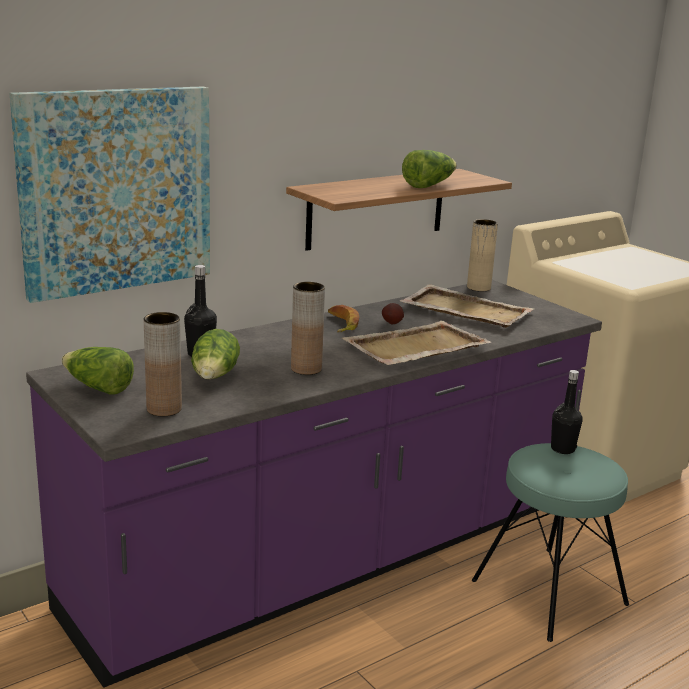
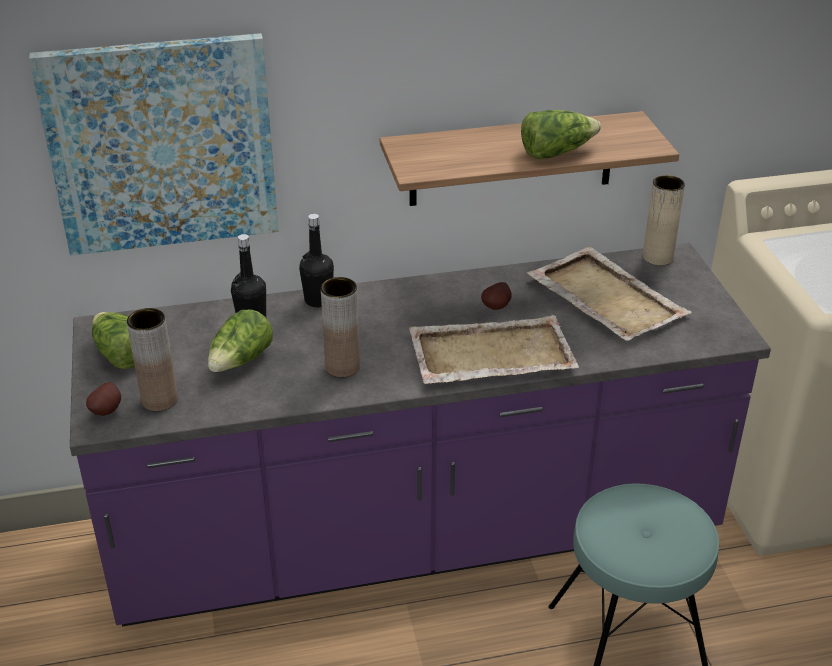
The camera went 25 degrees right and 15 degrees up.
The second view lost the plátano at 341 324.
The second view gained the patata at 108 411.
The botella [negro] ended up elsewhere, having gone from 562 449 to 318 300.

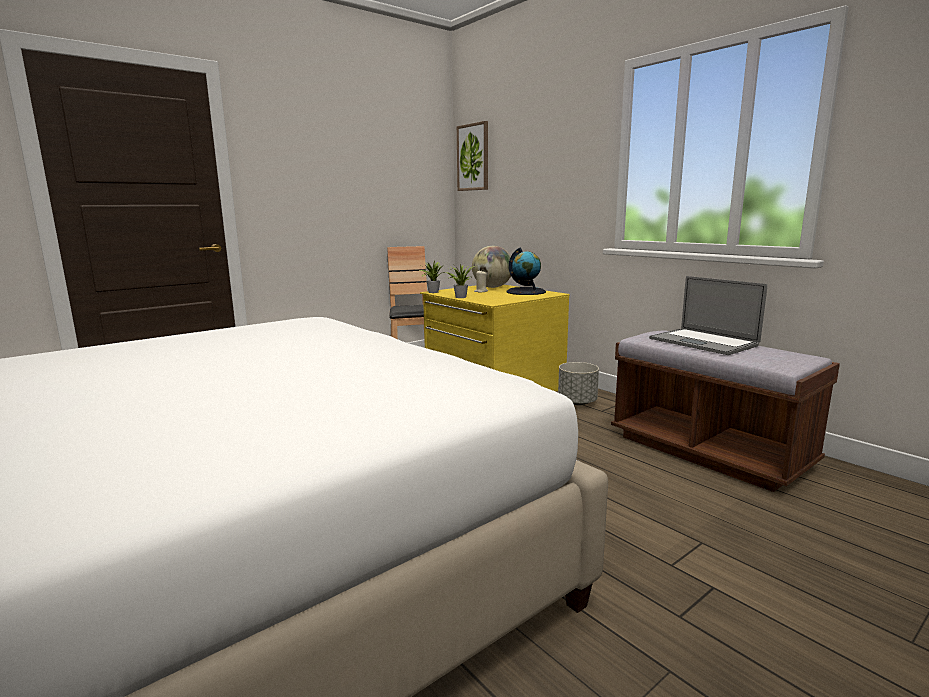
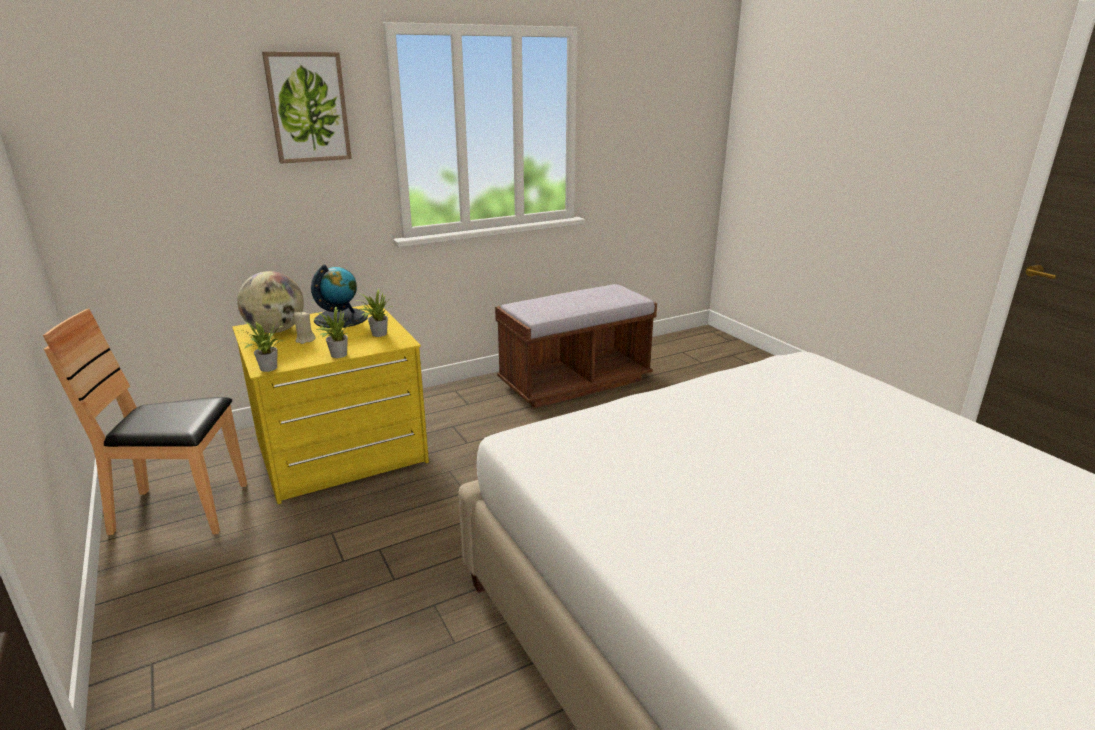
The camera went 80 degrees left and 10 degrees up.
The second view lost the maceta [gris] at 577 402.
The second view lost the portátil at 703 342.
The second view gained the planta en maceta at 377 334.
The cuadro ended up elsewhere, having gone from 473 157 to 308 107.

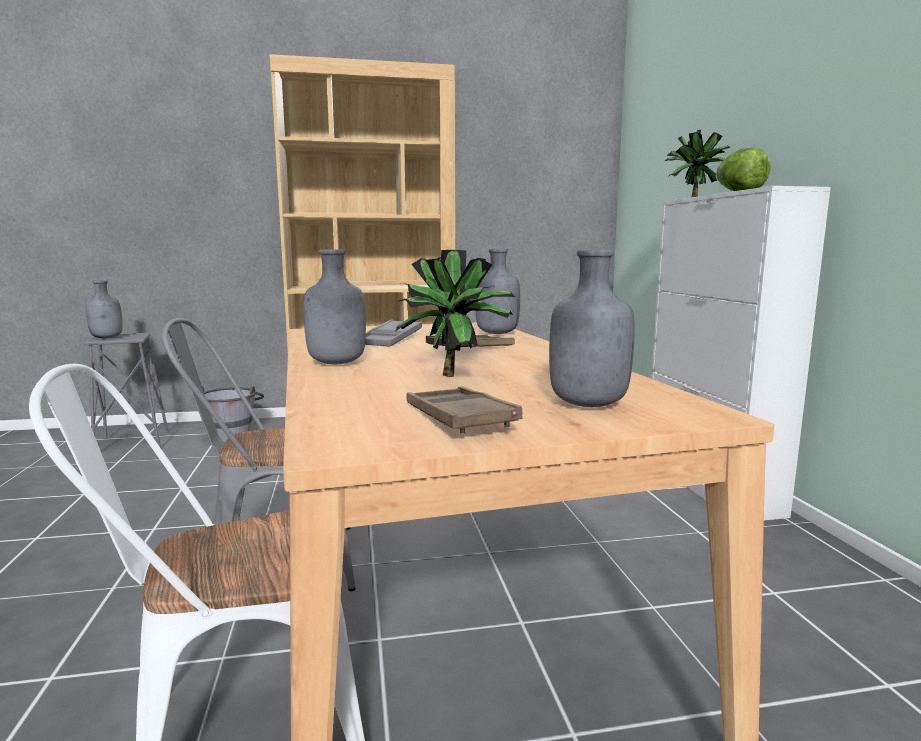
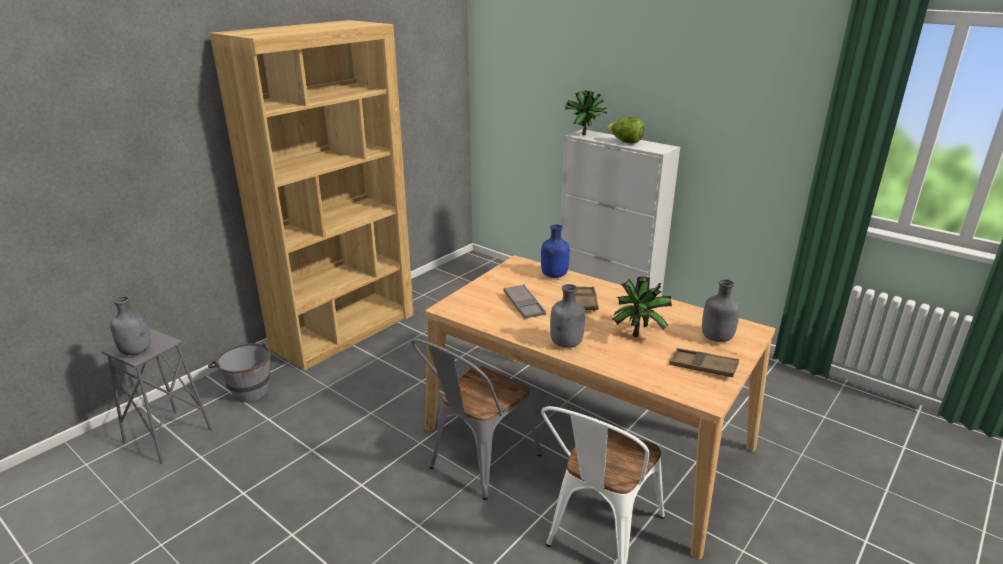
The camera went 40 degrees left and 15 degrees up.
What was the botella [gris] at 496 333 turned into the botella [azul] at 554 275.

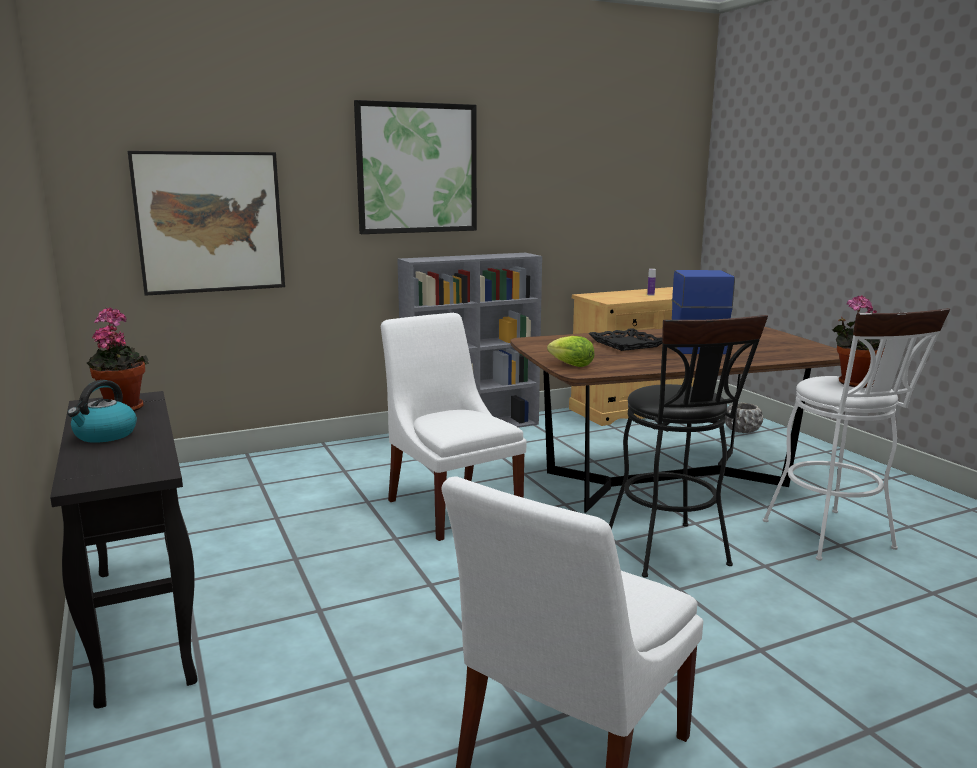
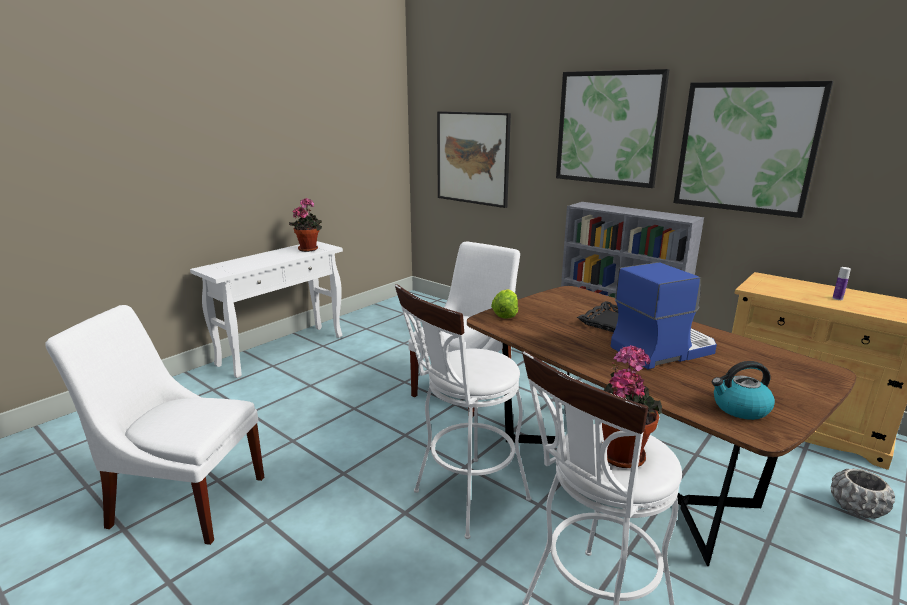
The camera went 65 degrees right and 5 degrees up.
The second view gained the cuadro at 746 148.
The hervidor ended up elsewhere, having gone from 105 435 to 740 408.
What was the mesa consola [negro] at 141 621 turned into the mesa consola [blanco] at 283 350.
What was the taburete [negro] at 672 554 turned into the taburete [blanco] at 464 499.

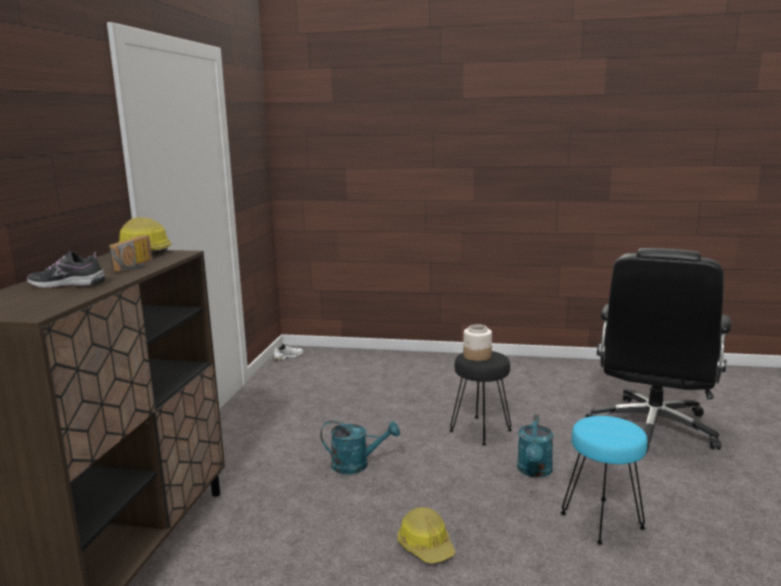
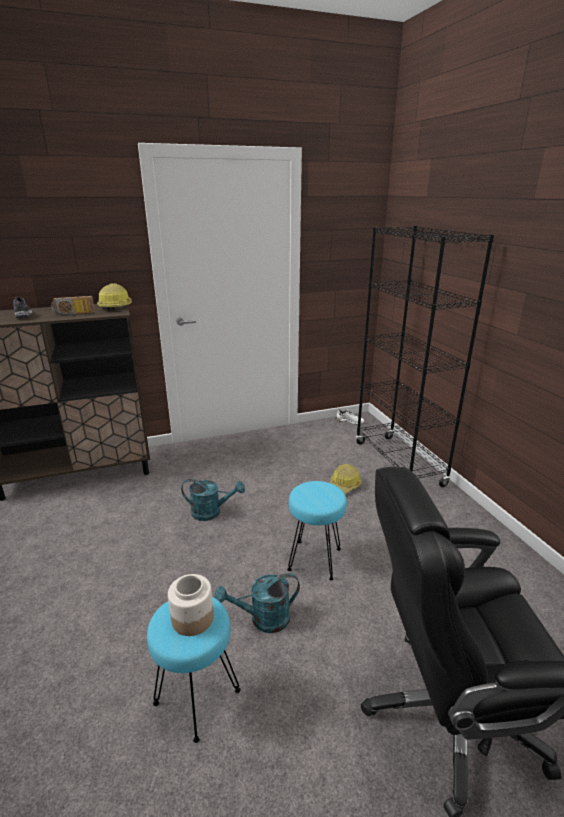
The camera went 60 degrees right and 10 degrees up.
The second view gained the estantería [negro] at 398 463.
The casco ended up elsewhere, having gone from 426 545 to 344 485.
The tarro ended up elsewhere, having gone from 477 356 to 192 618.
What was the taburete [negro] at 481 430 turned into the taburete [turquesa] at 315 560.
The regadera [turquesa] at 357 465 ended up facing another way, 60 degrees counterclockwise from before.

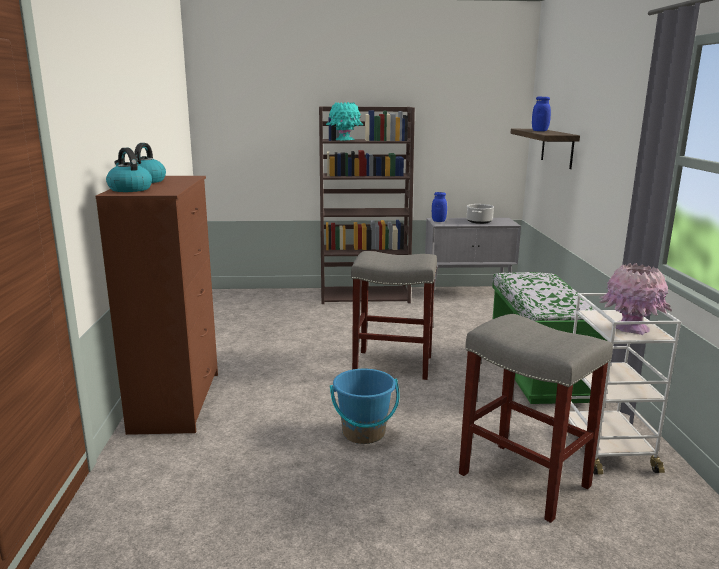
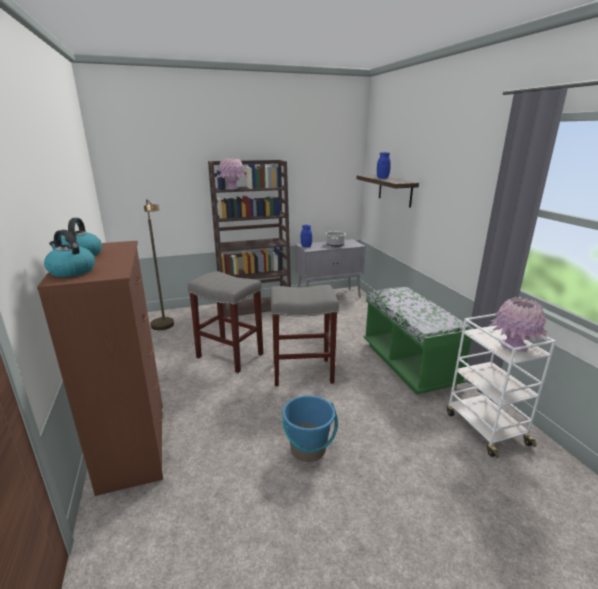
The camera went 15 degrees left and 5 degrees up.
The second view gained the lámpara de pie [marrón] at 164 327.
The taburete [gris] ended up elsewhere, having gone from 522 479 to 229 355.
What was the florero [turquesa] at 344 140 turned into the florero [rosa] at 232 188.

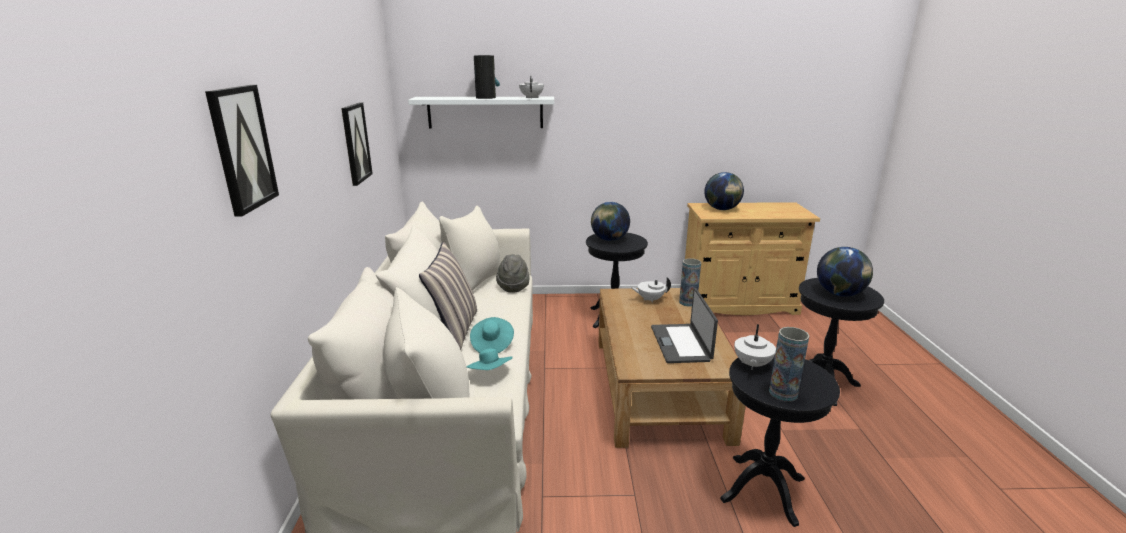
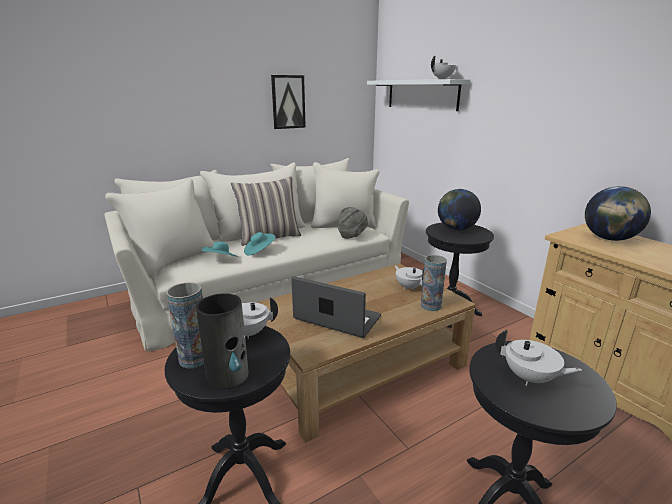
The camera went 60 degrees right and 0 degrees up.
The second view lost the cuadro at 242 148.
The florero ended up elsewhere, having gone from 486 97 to 228 375.
Where the globo terráqueo stood at 840 294, the tetera [blanco] came to stand at 530 378.
The portátil at 681 343 ended up facing another way, 60 degrees clockwise from before.

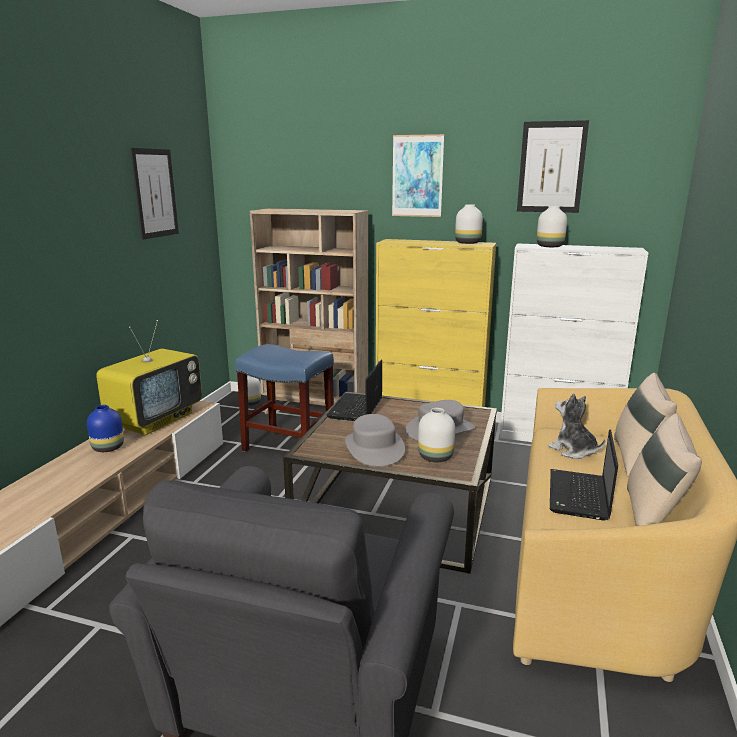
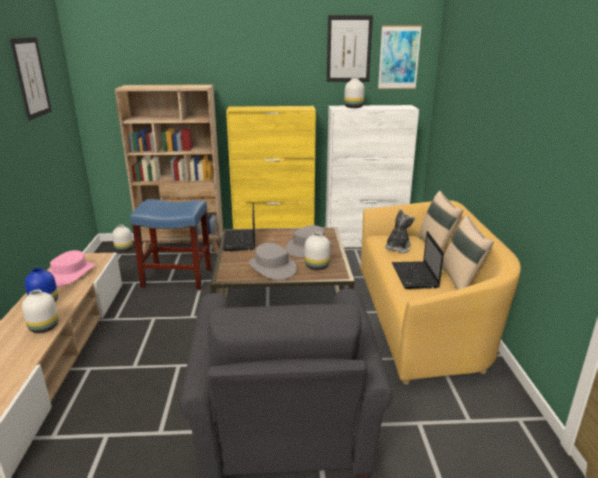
The camera went 20 degrees left and 5 degrees up.
The cuadro ended up elsewhere, having gone from 417 176 to 399 57.
The florero [blanco] ended up elsewhere, having gone from 468 243 to 45 327.
Where the televisor stood at 156 419, the sombrero [rosa] came to stand at 70 274.
The peluche at 573 450 ended up facing another way, 90 degrees clockwise from before.

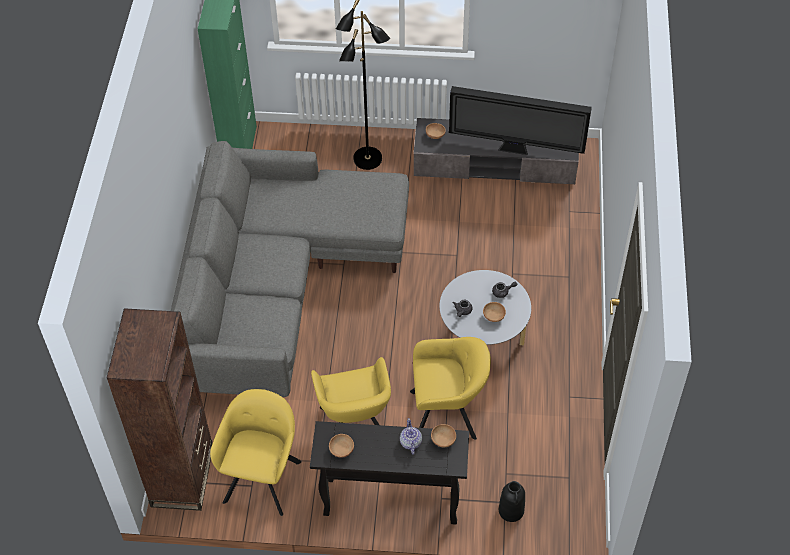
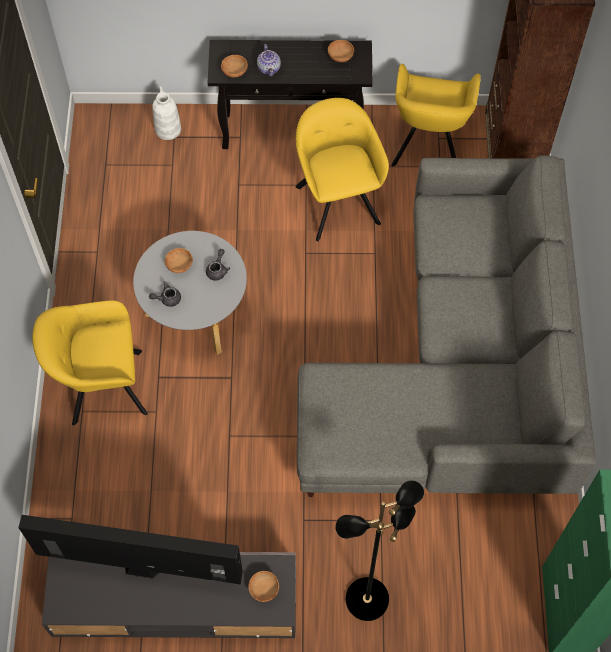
The camera went 175 degrees right and 10 degrees up.
The sillón [amarillo] ended up elsewhere, having gone from 447 414 to 101 386.
What was the florero [negro] at 511 511 turned into the florero [blanco] at 167 129.

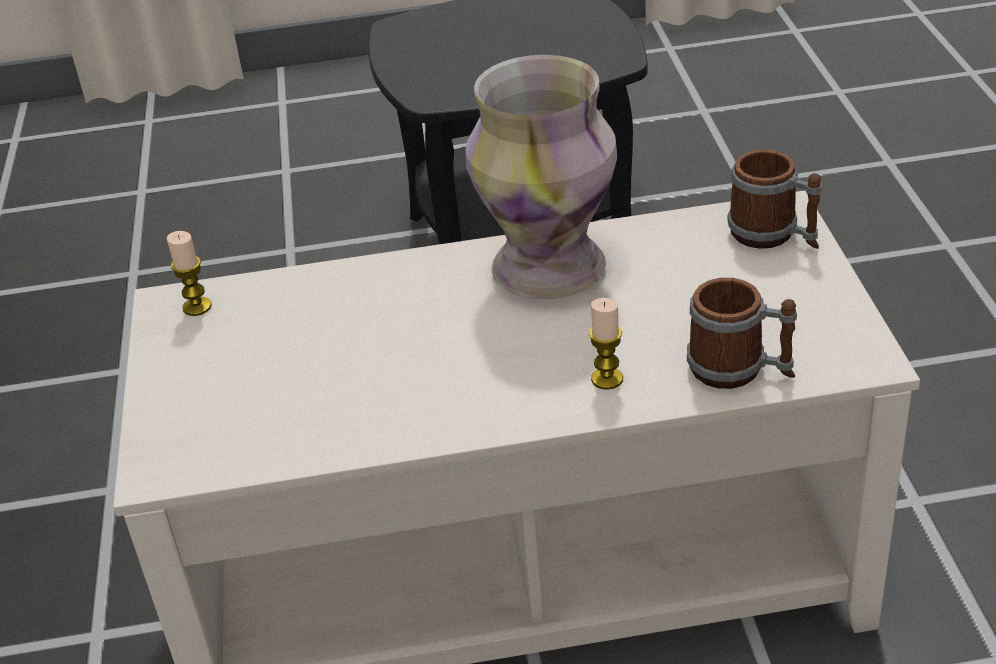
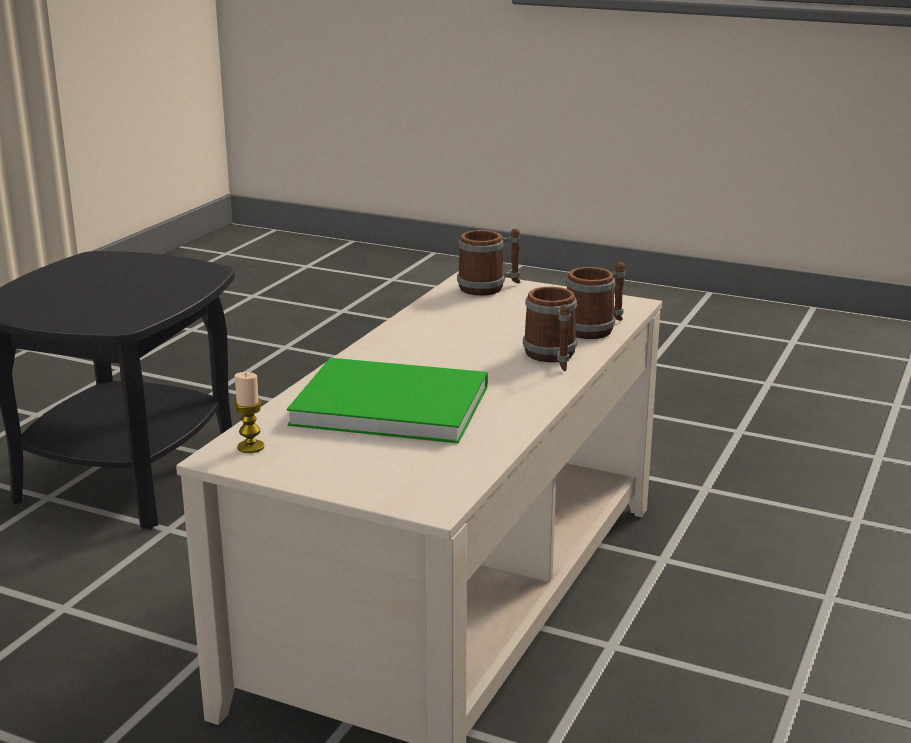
The camera went 60 degrees left and 15 degrees down.
The second view lost the florero at 548 267.
The second view gained the libro [verde] at 387 403.
Where the vela stood at 607 379, the taza grande came to stand at 553 357.

